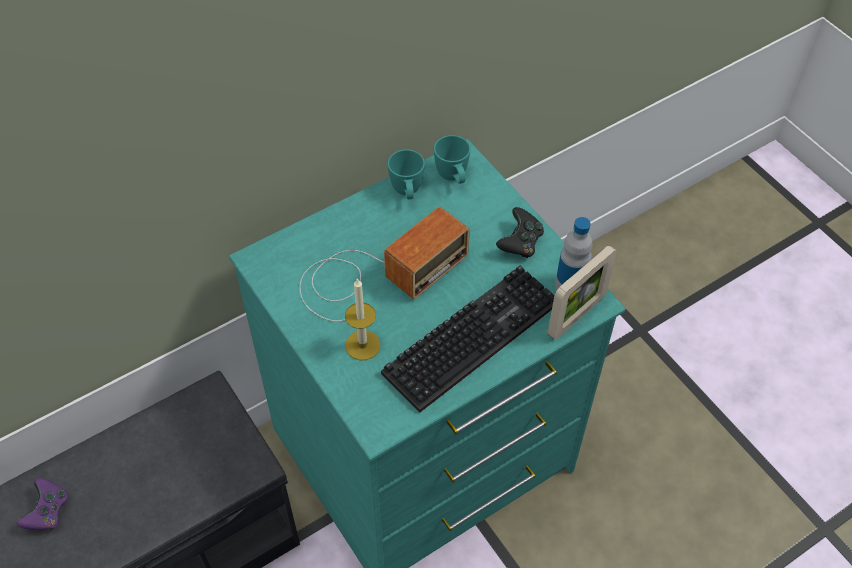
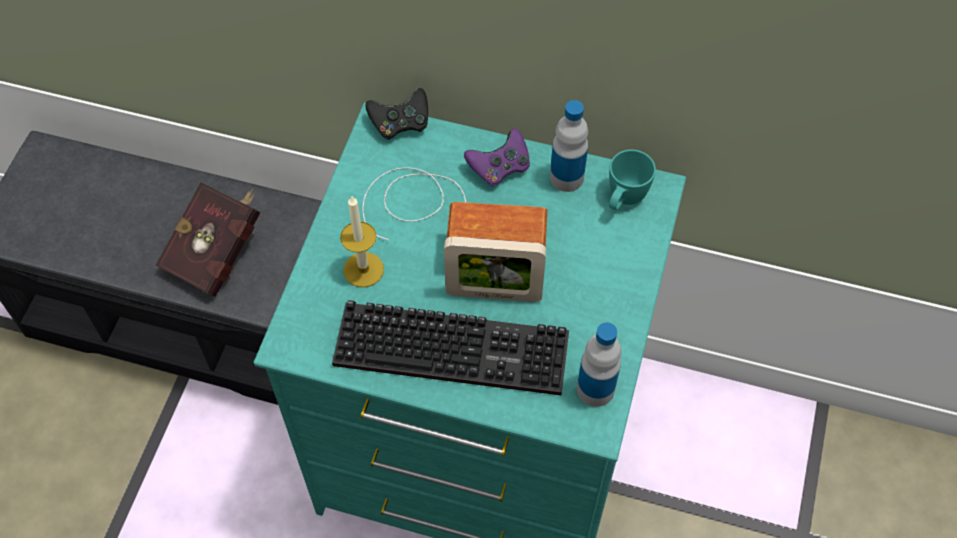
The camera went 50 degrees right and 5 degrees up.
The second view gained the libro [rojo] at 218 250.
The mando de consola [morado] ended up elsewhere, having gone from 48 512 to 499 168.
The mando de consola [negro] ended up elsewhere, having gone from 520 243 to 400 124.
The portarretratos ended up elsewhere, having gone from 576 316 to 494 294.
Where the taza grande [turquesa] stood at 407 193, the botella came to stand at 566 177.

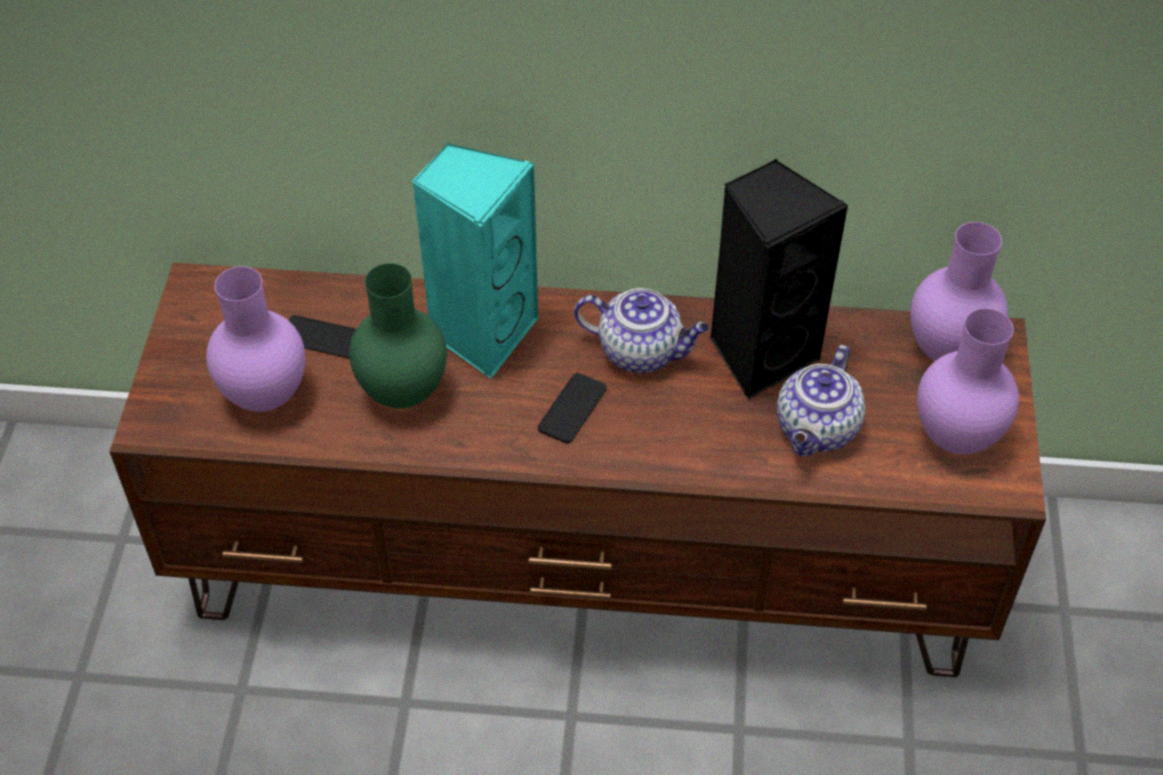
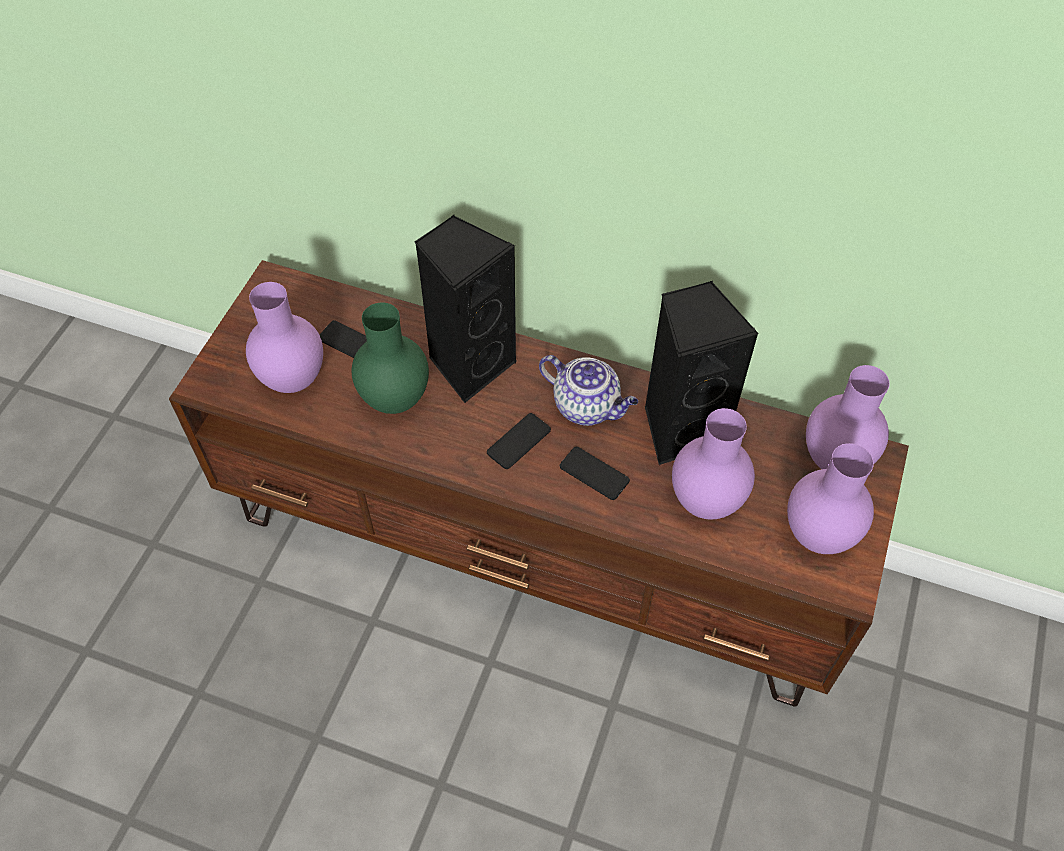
The camera went 15 degrees right and 5 degrees up.
The second view gained the móvil at 594 473.
Where the tetera stood at 817 431, the florero [morado] came to stand at 706 503.
What was the altavoz [turquesa] at 481 332 turned into the altavoz [negro] at 470 364.

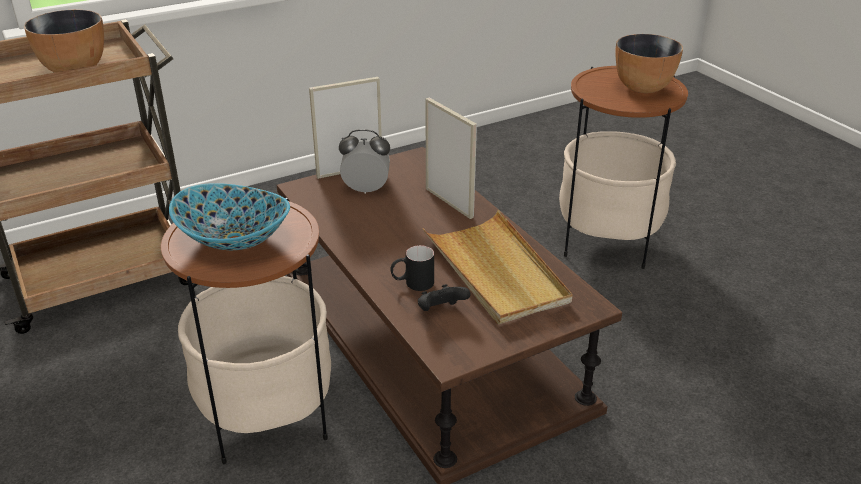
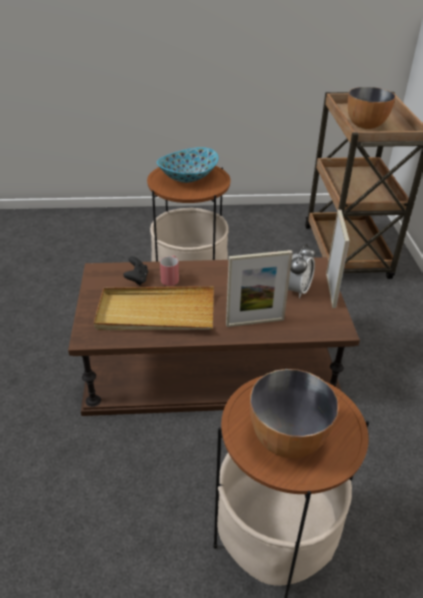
The camera went 115 degrees right and 5 degrees up.
What was the taza grande [negro] at 412 283 turned into the taza grande [rojo] at 171 277.

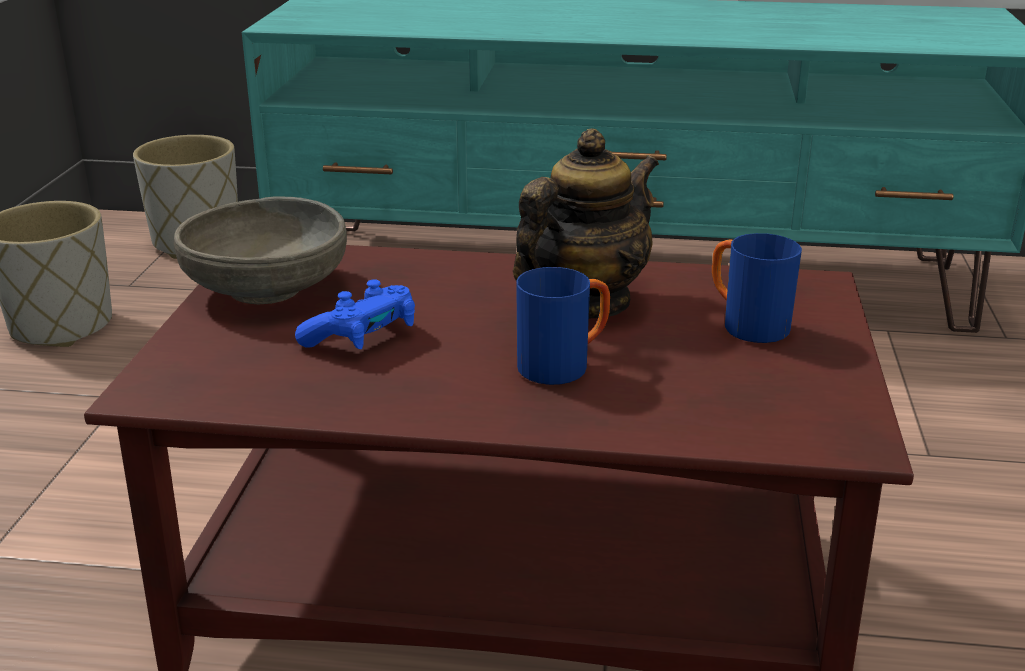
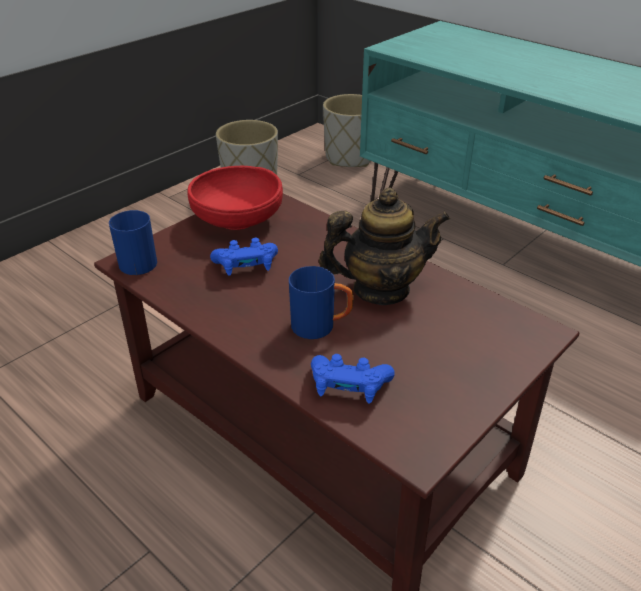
The camera went 35 degrees right and 10 degrees up.
The second view gained the mando de consola [azul] at 349 387.
The taza grande [azul] ended up elsewhere, having gone from 745 324 to 139 260.
What was the cuenco [gris] at 267 289 turned into the cuenco [rojo] at 238 220.

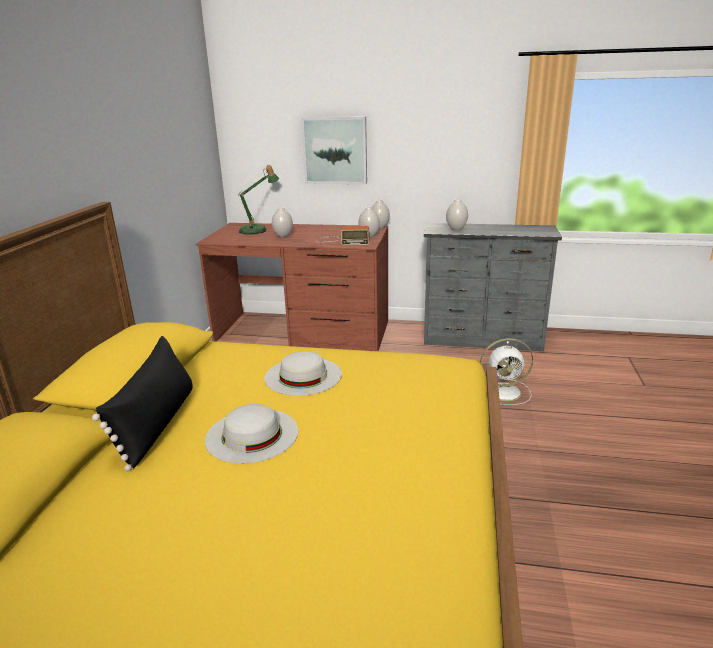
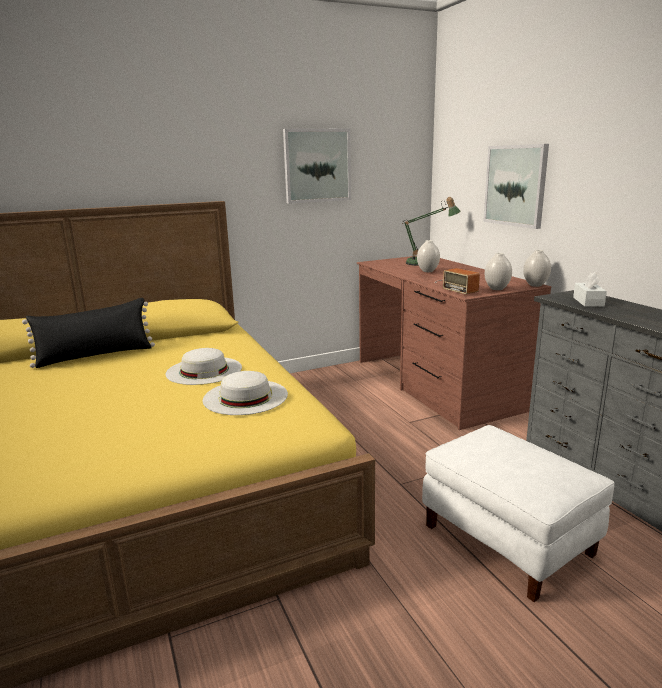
The camera went 55 degrees right and 5 degrees down.
The second view gained the cuadro at 317 165.
The sombrero [blanco] ended up elsewhere, having gone from 252 434 to 245 396.
Where the florero [blanco] stood at 456 229, the caja de pañuelos [blanco] came to stand at 588 302.
Where the ventilador [blanco] stood at 505 392, the puf [blanco] came to stand at 508 539.

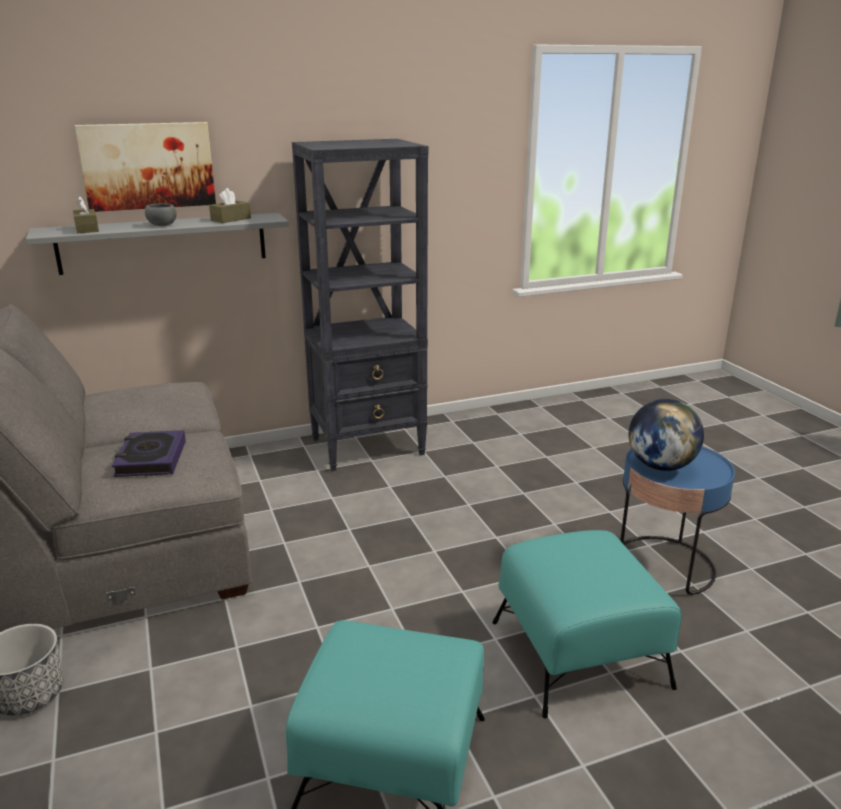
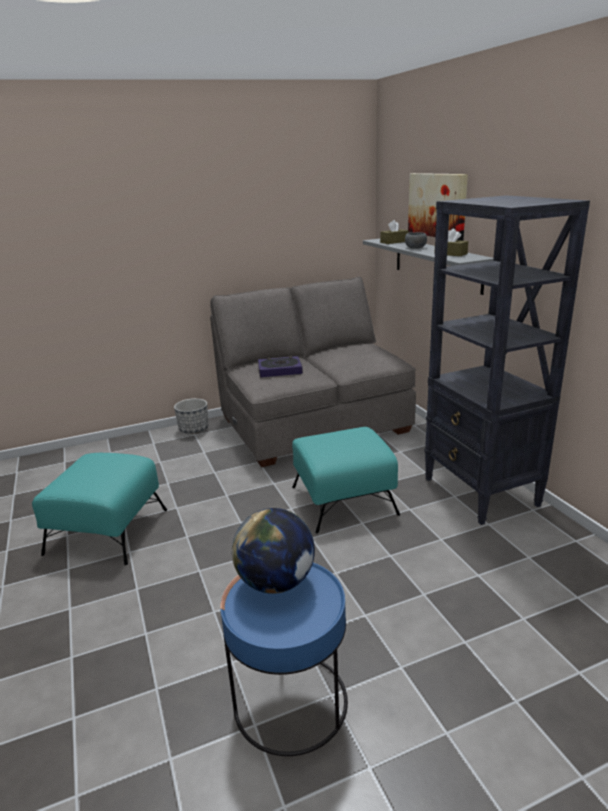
The camera went 90 degrees right and 0 degrees up.
The puf [turquesa] ended up elsewhere, having gone from 579 654 to 342 500.

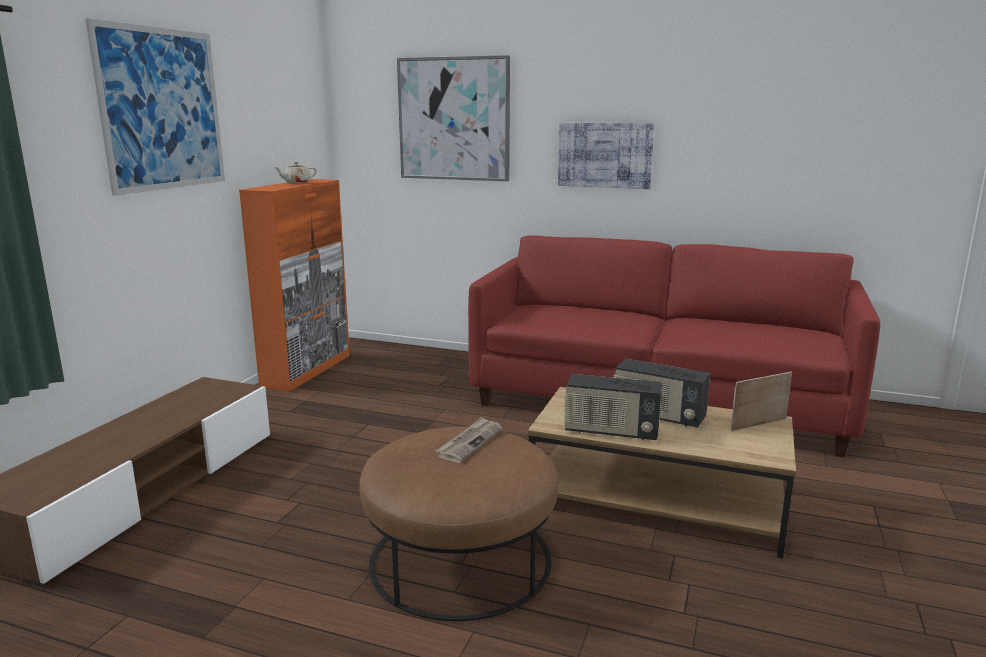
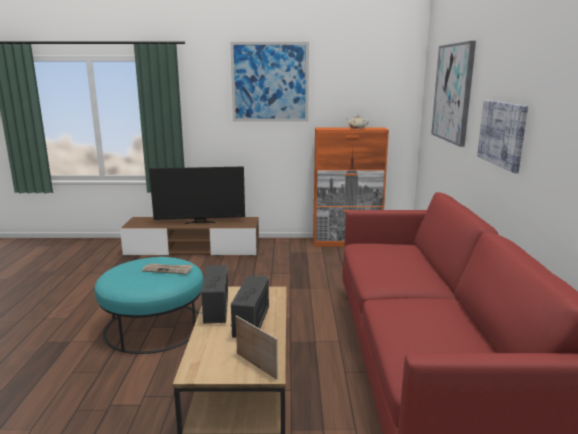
The camera went 70 degrees right and 0 degrees up.
The second view gained the televisor at 200 222.
What was the puf [marrón] at 460 559 turned into the puf [turquesa] at 154 326.

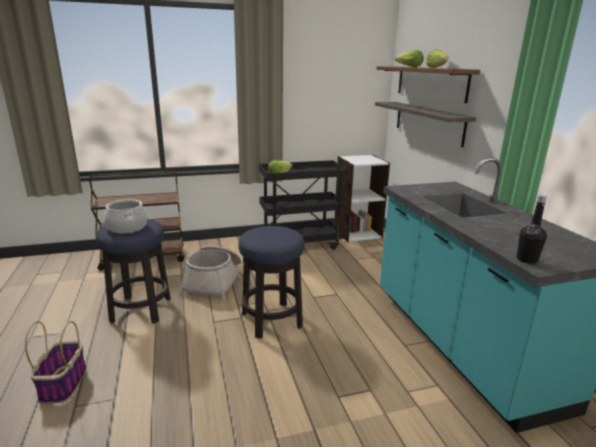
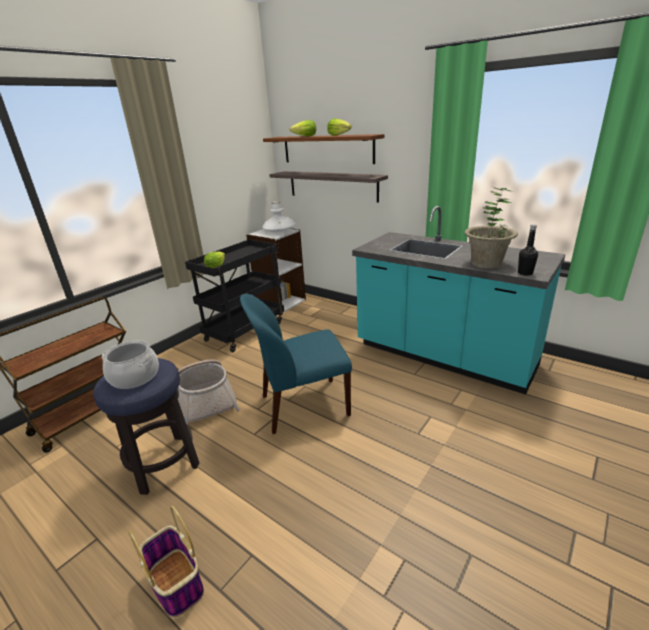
The camera went 35 degrees left and 5 degrees up.
The second view gained the florero [blanco] at 279 231.
The second view gained the planta en maceta at 486 263.
Where the taburete stood at 271 320, the silla [azul] came to stand at 302 405.

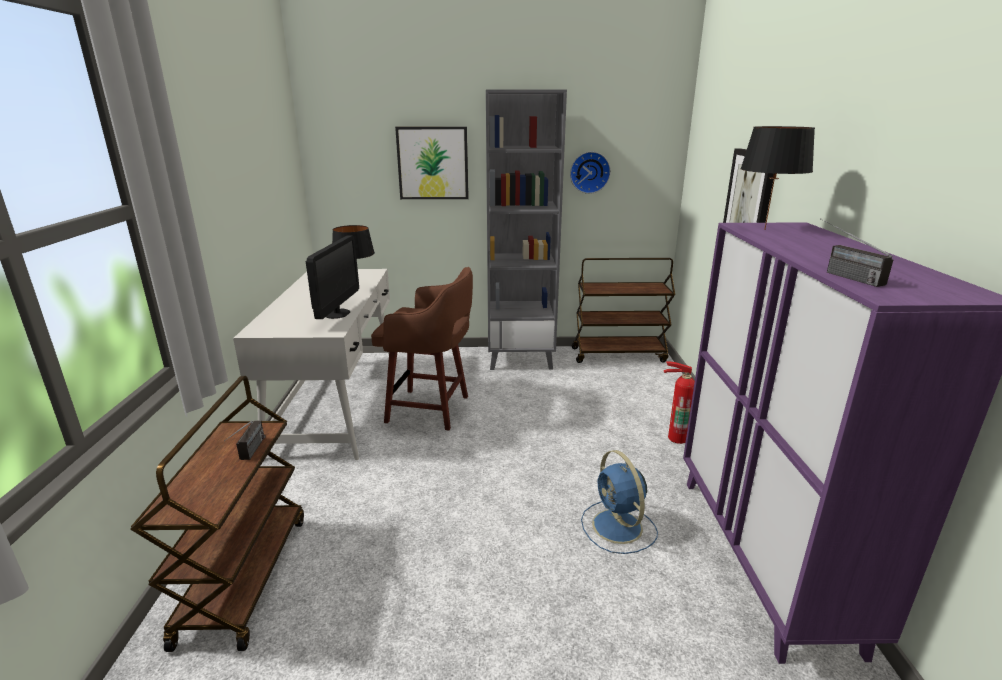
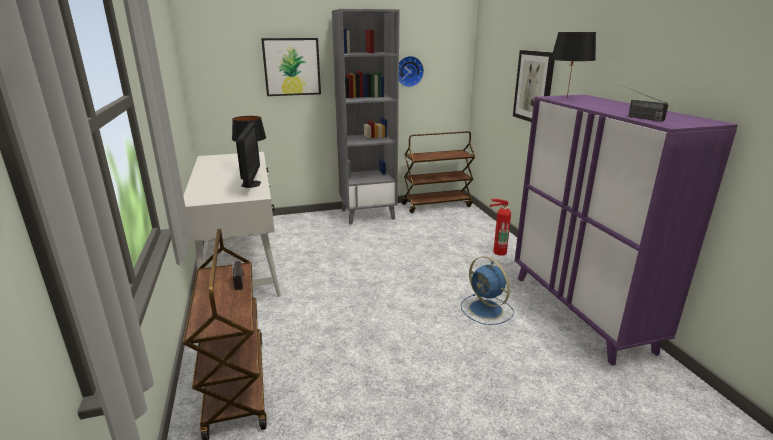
The camera went 15 degrees left and 0 degrees up.
The second view lost the taburete [marrón] at 431 409.

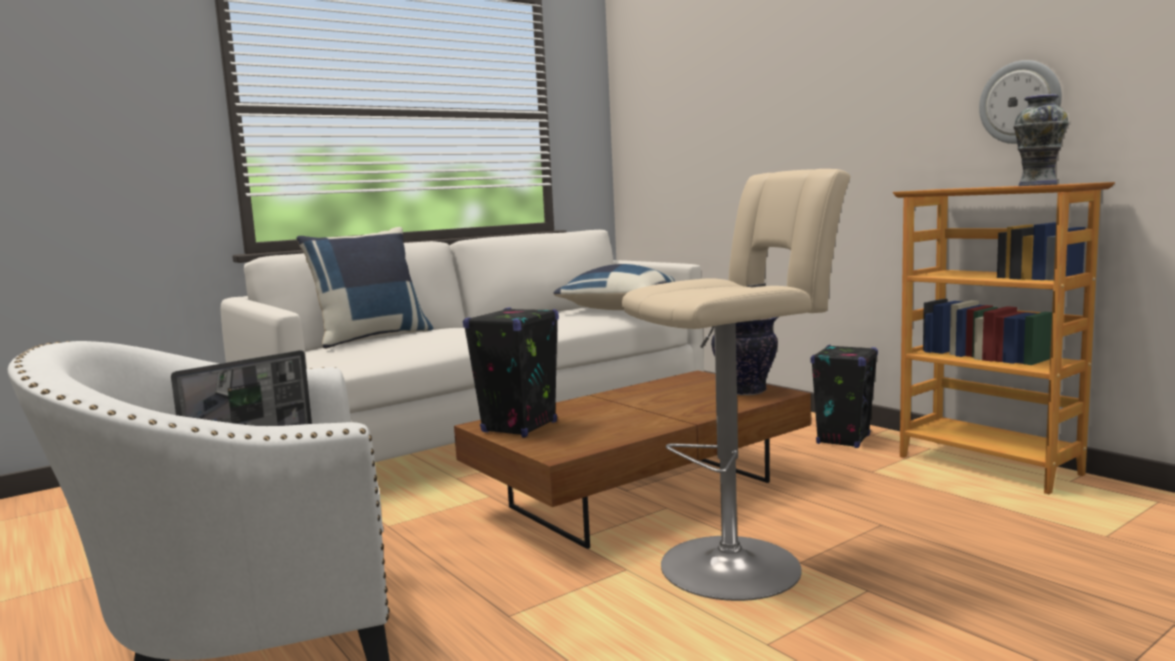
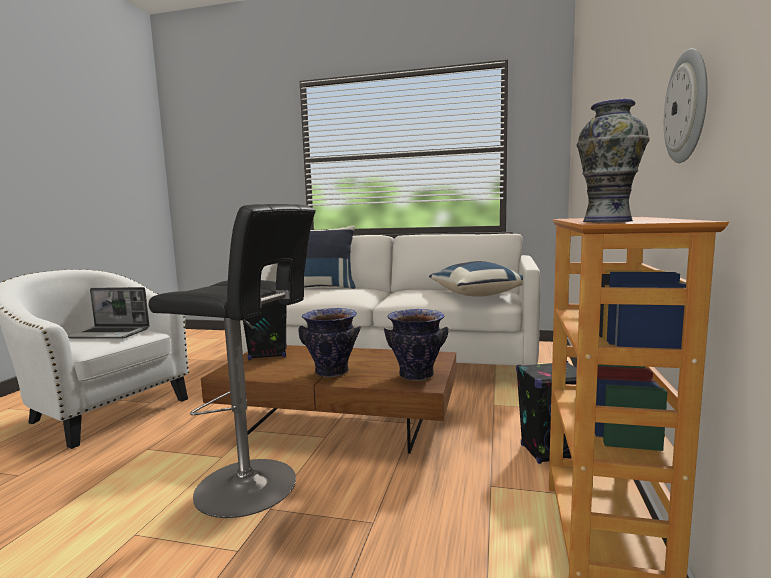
The camera went 50 degrees right and 0 degrees up.
The second view gained the florero at 331 372.
What was the taburete [beis] at 738 563 turned into the taburete [negro] at 252 487.

